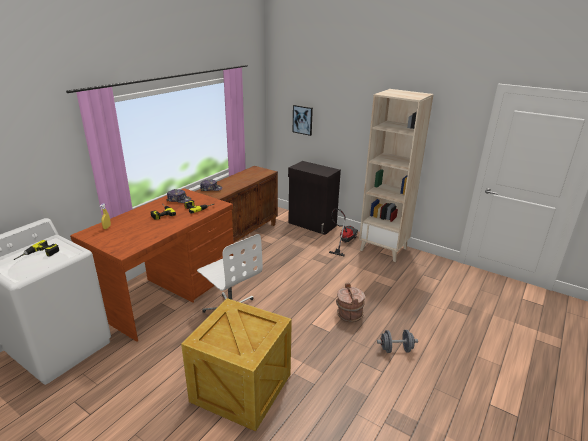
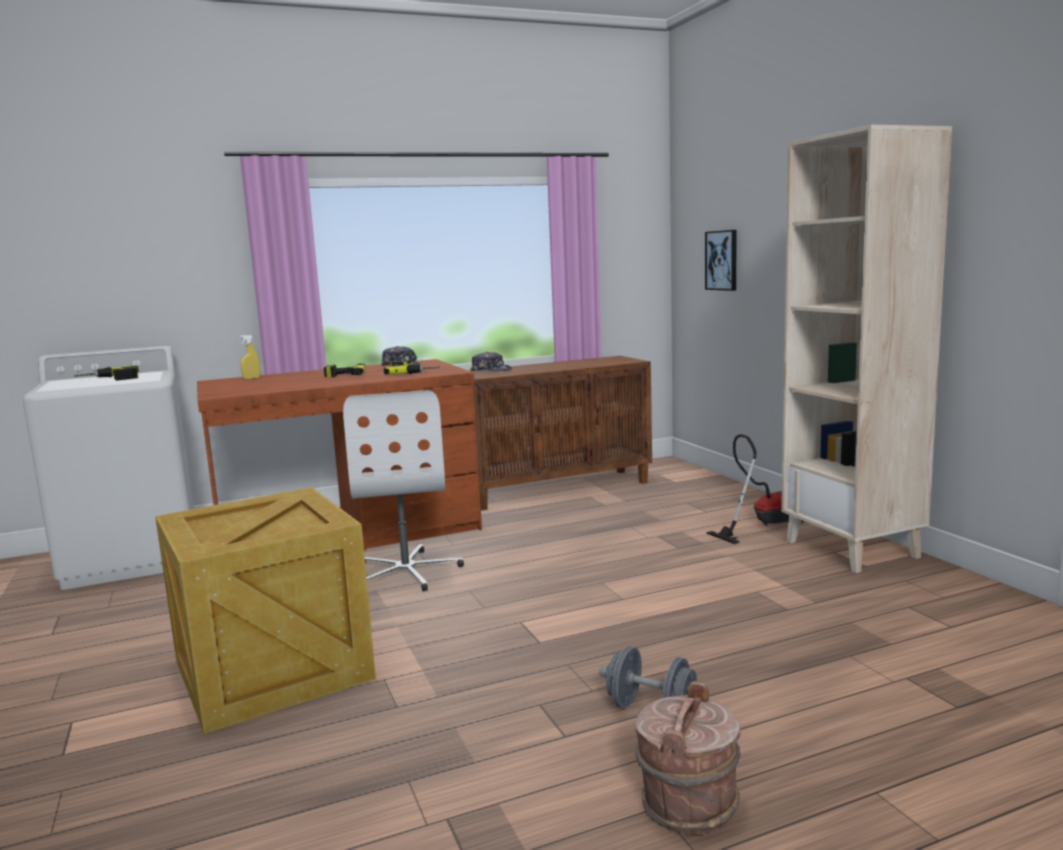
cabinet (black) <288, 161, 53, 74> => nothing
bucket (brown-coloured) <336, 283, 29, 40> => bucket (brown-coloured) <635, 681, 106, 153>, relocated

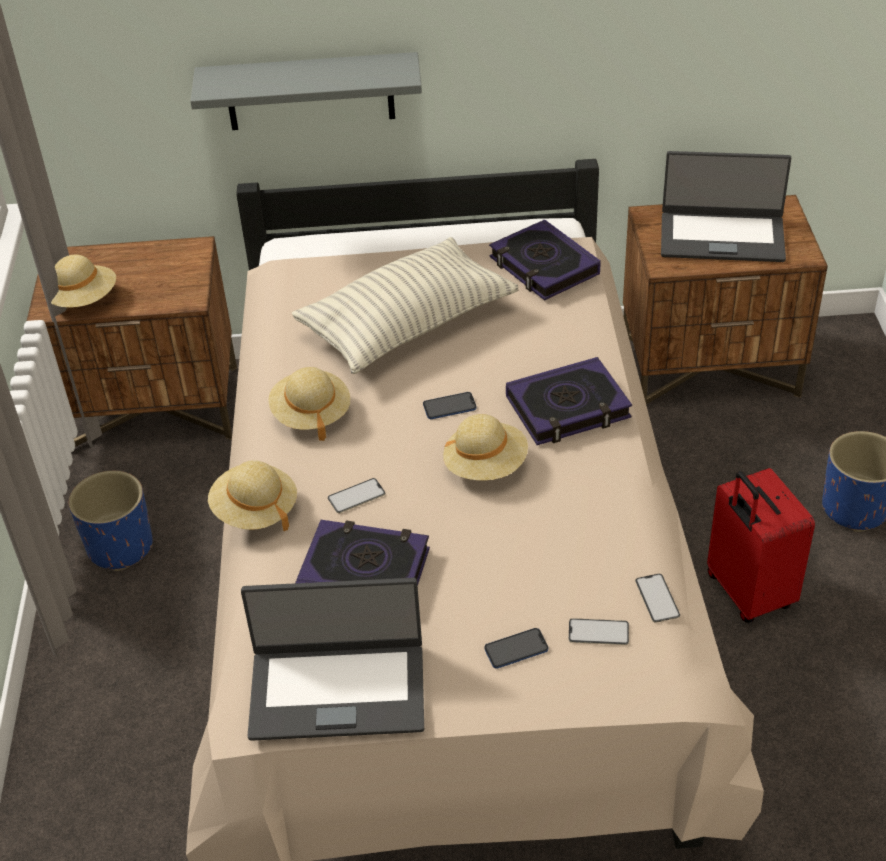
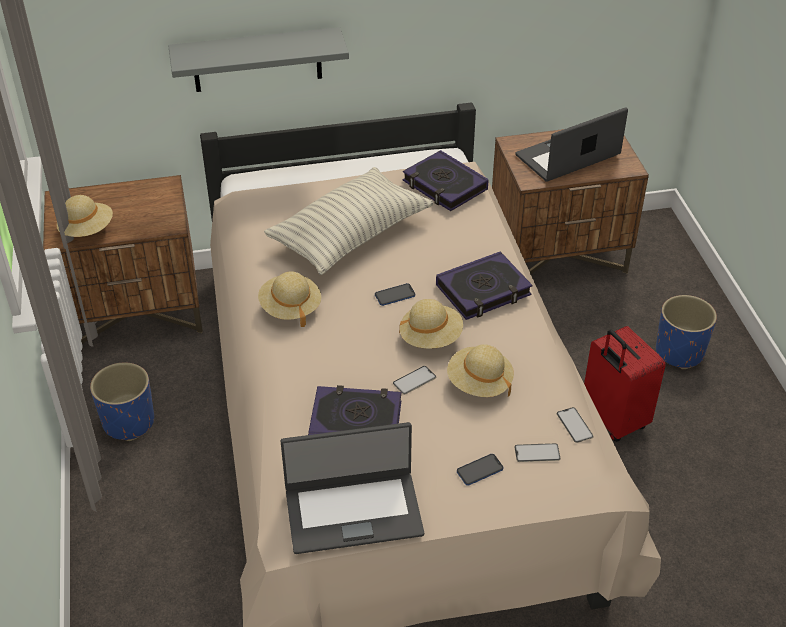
wearable hat (sand-coloured) <208, 460, 89, 71> => wearable hat (sand-coloured) <447, 344, 67, 53>, relocated
handset <328, 478, 57, 35> => handset <393, 366, 43, 29>, relocated
portable computer <661, 151, 130, 111> => portable computer <515, 107, 113, 75>, 150 degrees clockwise

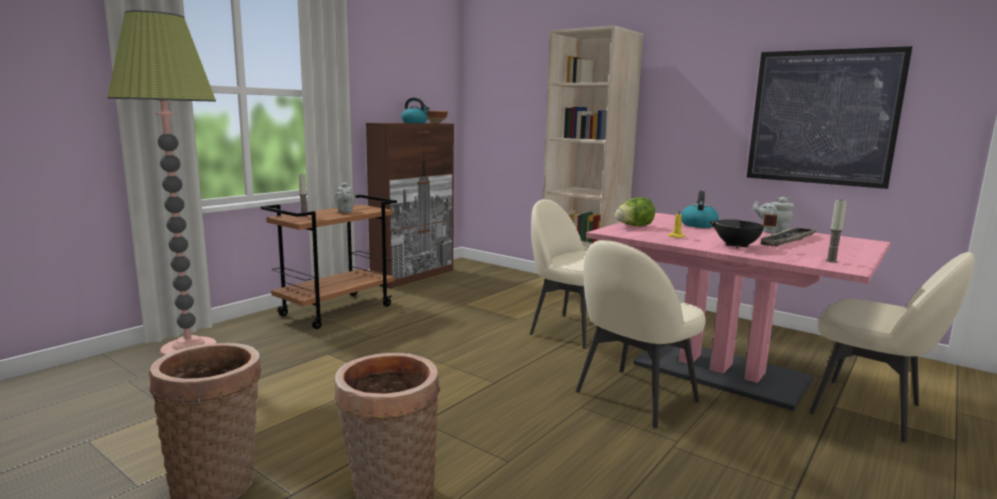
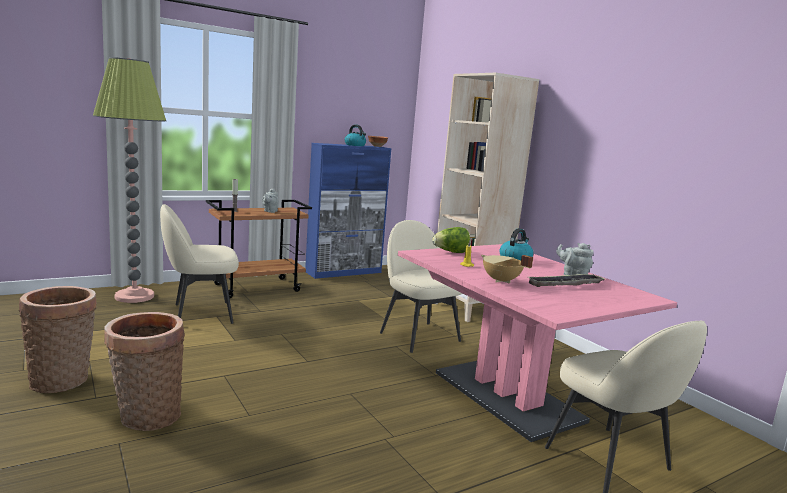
cabinet (brown-coloured) <366, 123, 88, 165> => cabinet (bluish) <305, 143, 86, 136>
plain chair (sand-coloured) <576, 240, 130, 188> => plain chair (sand-coloured) <160, 204, 79, 120>, relocated
saucepot (black) <709, 214, 68, 34> => saucepot (sand-coloured) <481, 255, 52, 28>
wall picture <747, 46, 165, 143> => nothing
wax candle <826, 199, 21, 64> => nothing

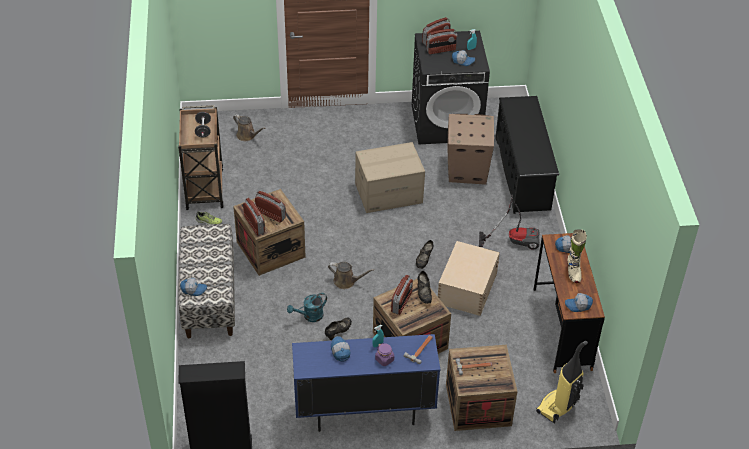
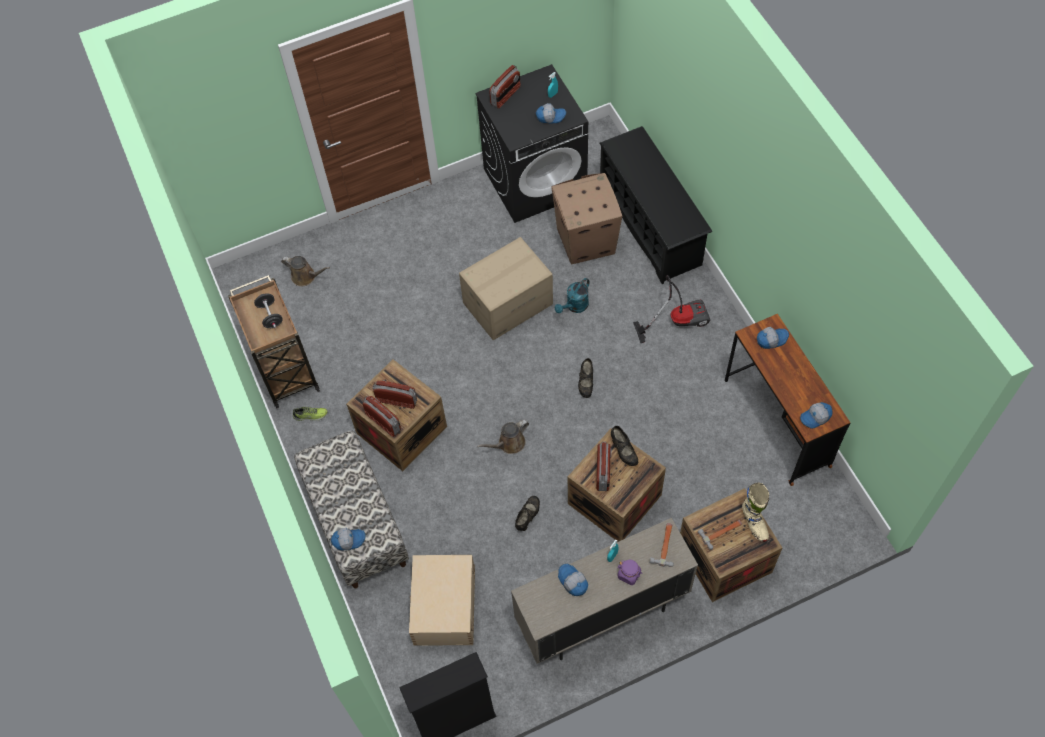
watering can (turquoise-coloured) <287, 293, 40, 29> => watering can (turquoise-coloured) <555, 278, 35, 35>, relocated
cabinet (bluish) <292, 334, 148, 98> => cabinet (sand-coloured) <511, 518, 187, 146>
watering can (brown-coloured) <328, 262, 46, 27> => watering can (brown-coloured) <477, 420, 52, 34>, 150 degrees clockwise
radio receiver <426, 29, 31, 25> => nothing
storage container (sand-coloured) <438, 241, 62, 75> => storage container (sand-coloured) <409, 555, 66, 91>, relocated
vacuum <536, 341, 52, 82> => nothing
boot (sand-coloured) <567, 229, 20, 54> => boot (sand-coloured) <742, 483, 27, 59>, relocated

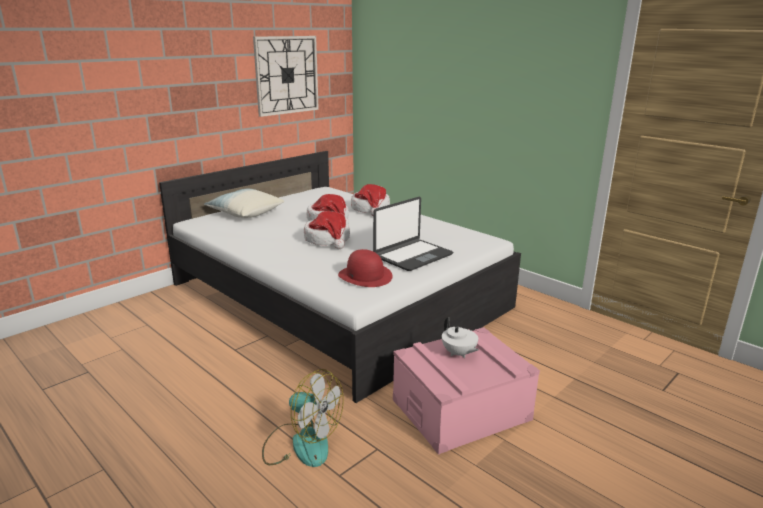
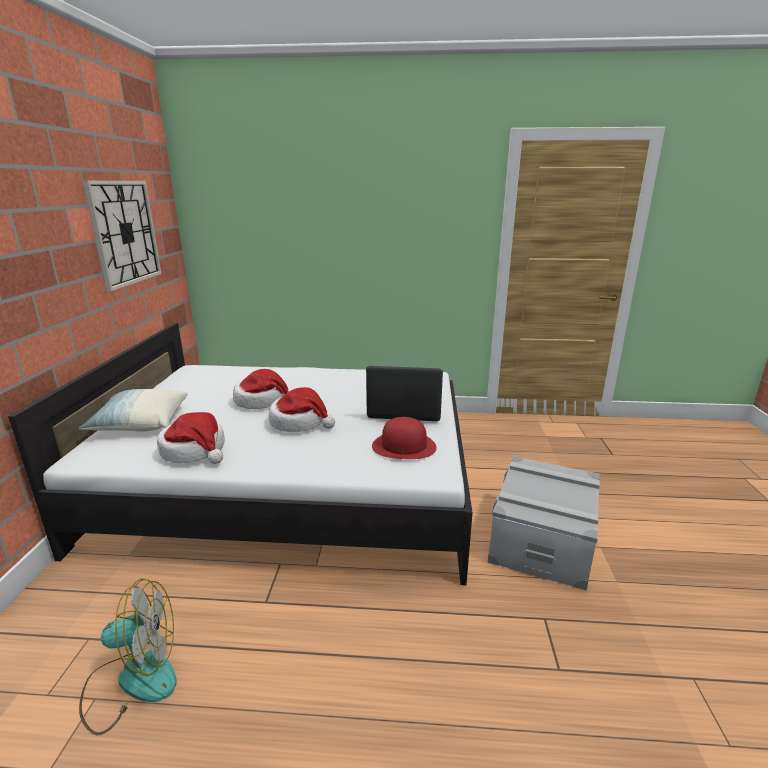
fan <262, 369, 82, 98> => fan <79, 579, 98, 156>, relocated
wearable hat <351, 184, 39, 32> => wearable hat <157, 412, 68, 52>, relocated
portable computer <373, 197, 80, 74> => portable computer <366, 366, 77, 55>, 90 degrees counterclockwise
storage container (pinkish) <393, 327, 147, 128> => storage container (greyish) <488, 455, 112, 136>
tea pot (white-coloured) <442, 317, 37, 41> => nothing

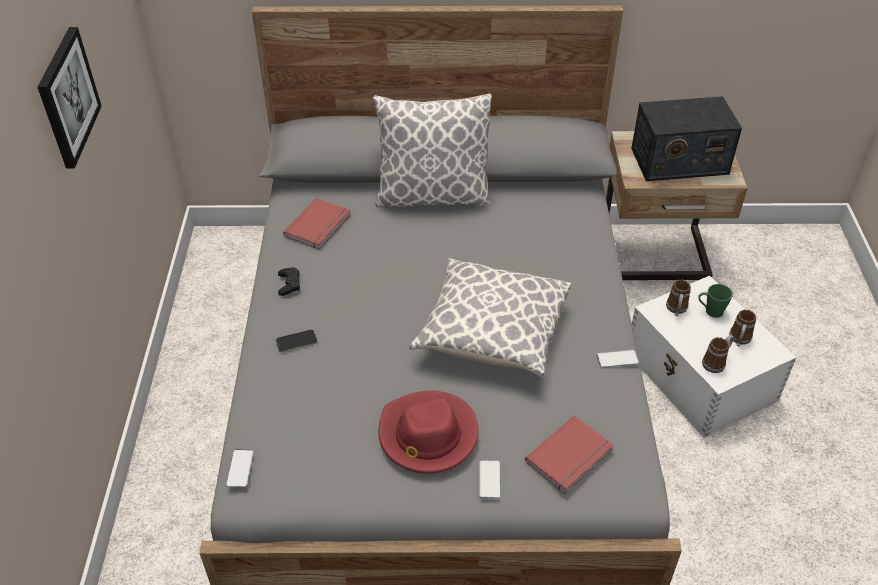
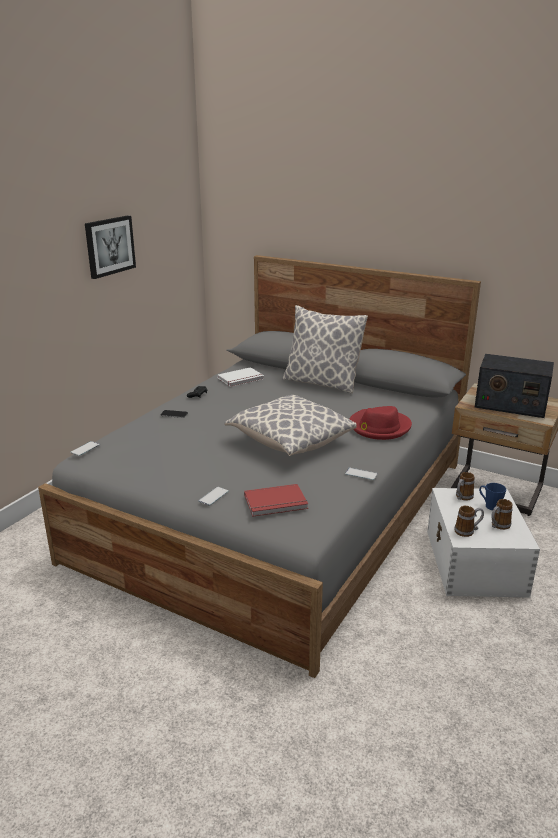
bound book (red-coloured) <283, 198, 68, 51> => bound book (white-coloured) <217, 367, 47, 20>
wearable hat (red-coloured) <378, 391, 101, 82> => wearable hat (red-coloured) <349, 406, 63, 34>, relocated
coffee mug (green) <698, 284, 35, 34> => coffee mug (bluish) <479, 483, 27, 27>

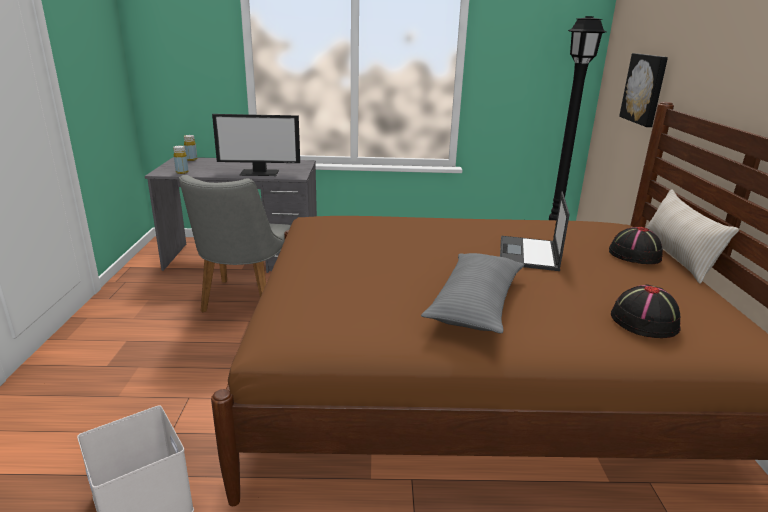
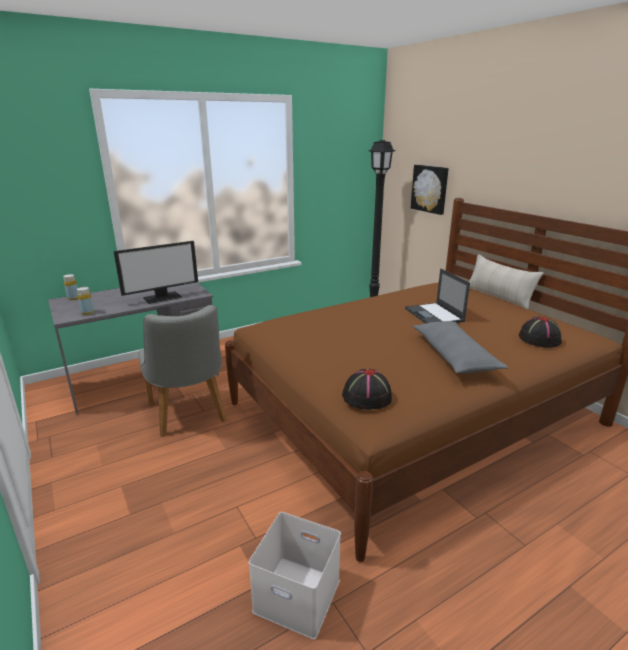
wearable hat (black) <609, 227, 54, 37> => wearable hat (black) <342, 369, 50, 41>, relocated

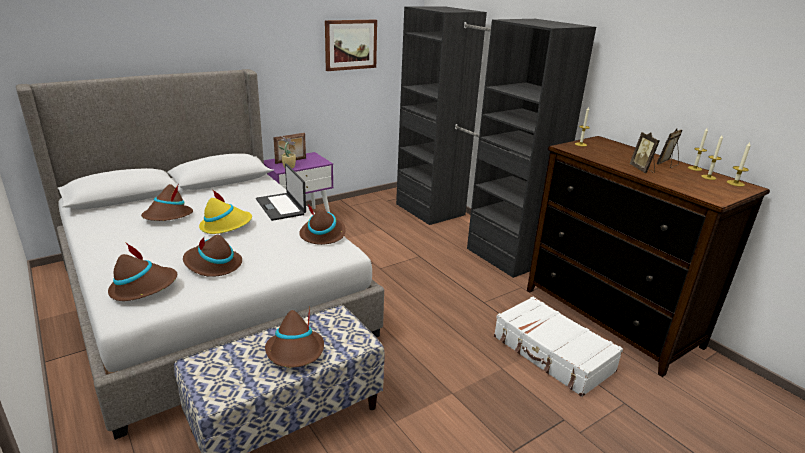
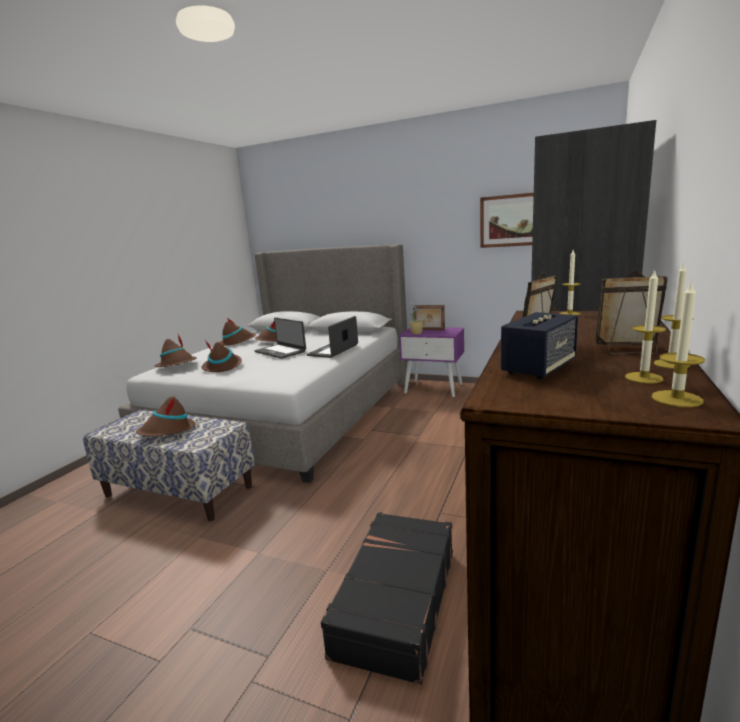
wearable hat (yellow) <199, 189, 53, 45> => portable computer <254, 318, 52, 41>
wearable hat (brown-coloured) <299, 203, 47, 42> => wearable hat (brown-coloured) <219, 318, 37, 28>, relocated
piece of luggage (white-coloured) <494, 297, 129, 100> => piece of luggage (black) <321, 512, 132, 173>
nothing => loudspeaker <501, 312, 77, 67>

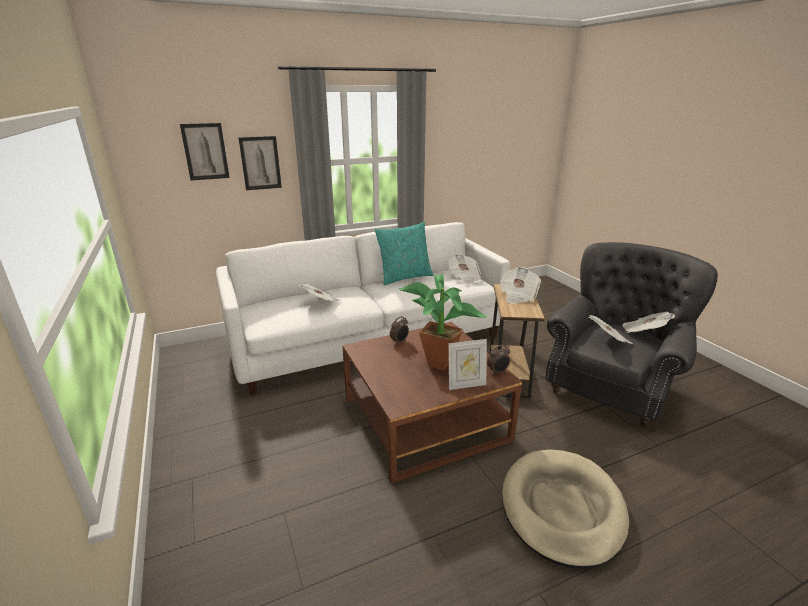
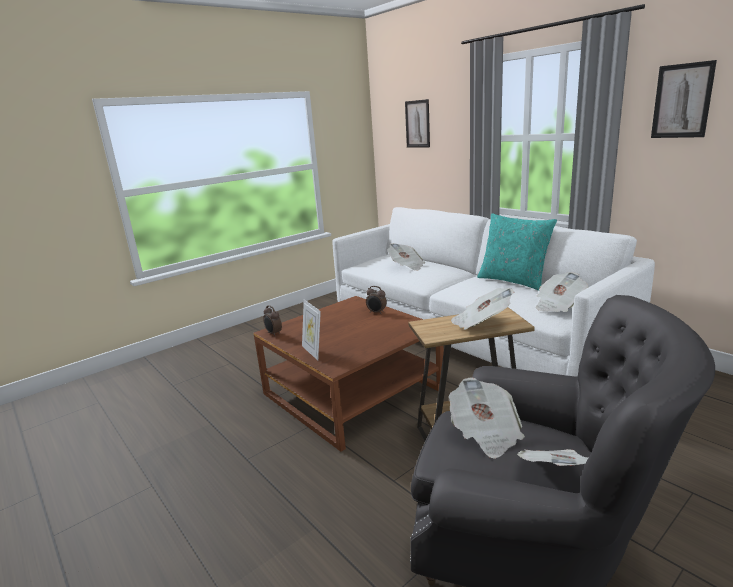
wall picture <238, 136, 44, 54> => wall picture <651, 60, 66, 78>, relocated
plant in a pot <399, 273, 88, 98> => nothing
bedside clock <487, 345, 23, 30> => bedside clock <263, 305, 19, 31>, relocated
dog bed (sand-coloured) <502, 449, 127, 120> => nothing

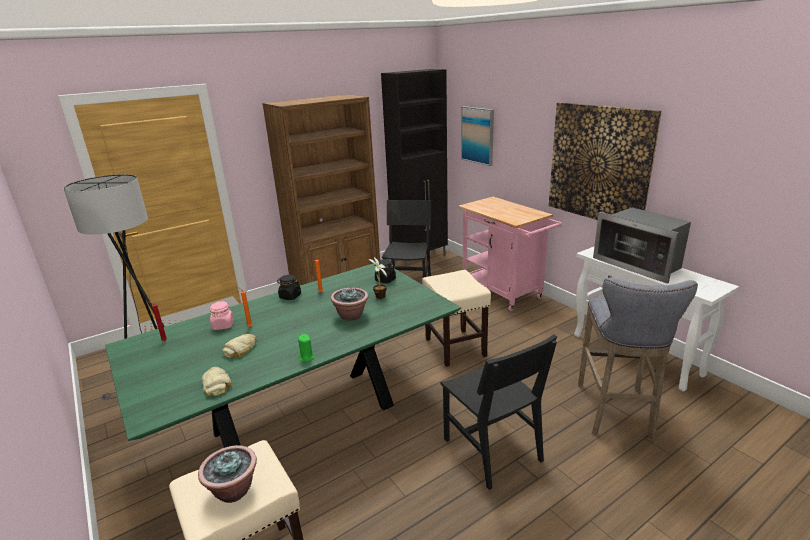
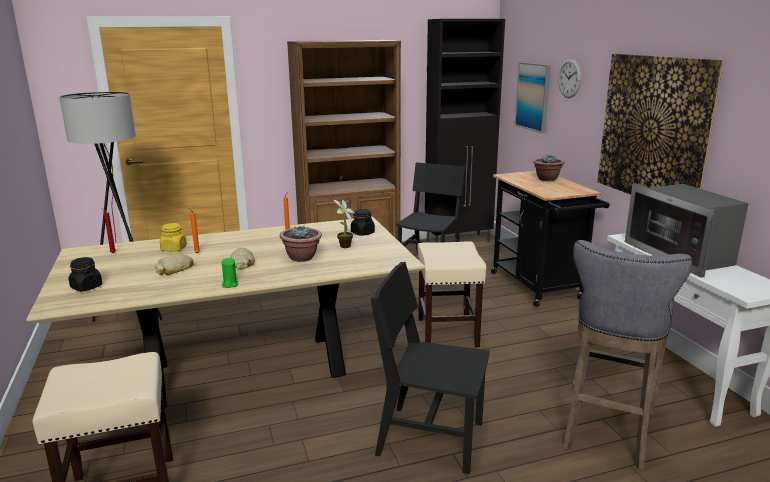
dinner table (green) <105, 263, 356, 185> => dinner table (sand-coloured) <26, 217, 399, 191>
plant in a pot <198, 445, 59, 58> => plant in a pot <533, 154, 31, 27>, relocated
bakery bread <202, 367, 30, 29> => bakery bread <231, 248, 24, 21>, relocated
storage jar (pinkish) <210, 301, 24, 29> => storage jar (yellow) <160, 223, 27, 28>
storage jar (black) <277, 275, 24, 25> => storage jar (black) <69, 257, 33, 35>, relocated
plain chair (black) <440, 335, 117, 155> => plain chair (black) <371, 262, 119, 212>, 120 degrees clockwise
cart (pinkish) <458, 197, 104, 114> => cart (black) <491, 171, 119, 136>
nothing => wall clock <558, 59, 24, 39>

